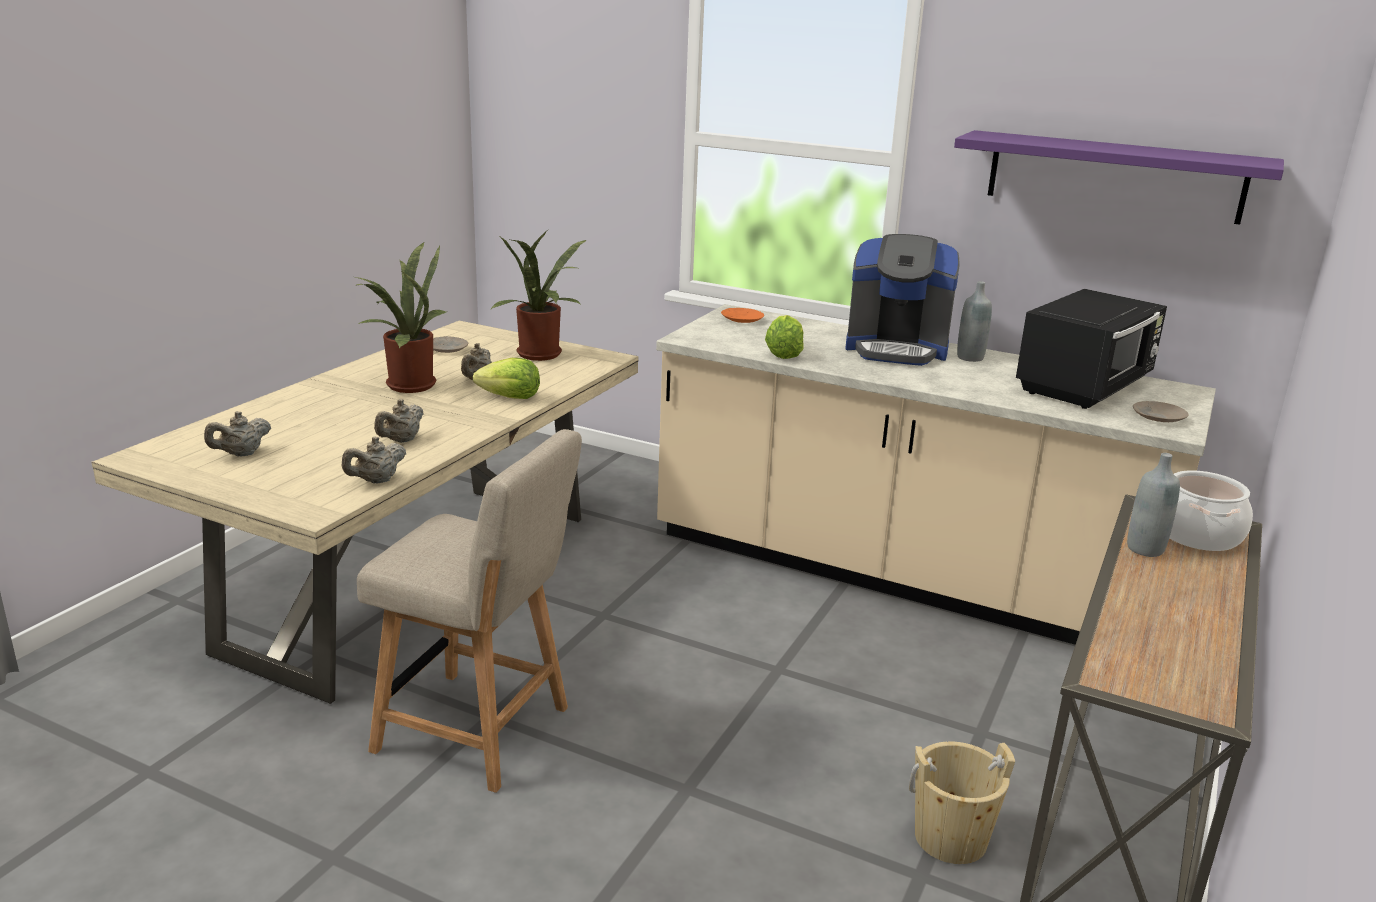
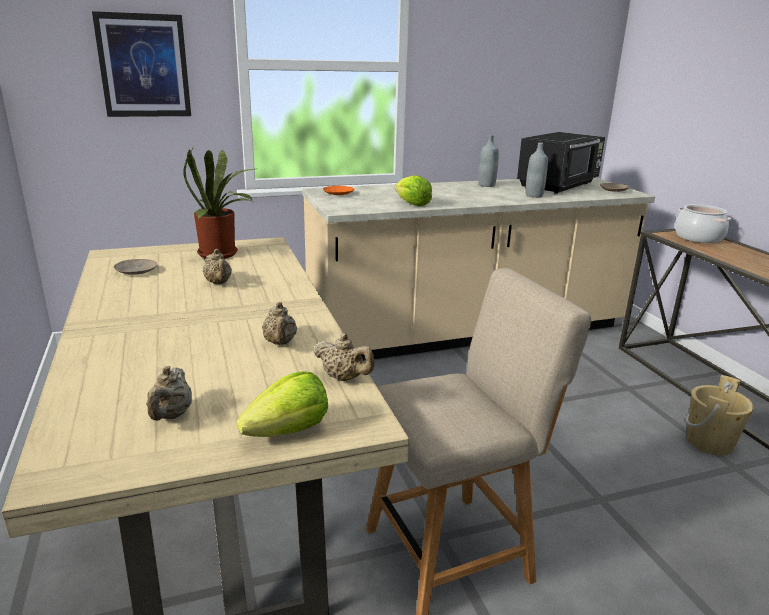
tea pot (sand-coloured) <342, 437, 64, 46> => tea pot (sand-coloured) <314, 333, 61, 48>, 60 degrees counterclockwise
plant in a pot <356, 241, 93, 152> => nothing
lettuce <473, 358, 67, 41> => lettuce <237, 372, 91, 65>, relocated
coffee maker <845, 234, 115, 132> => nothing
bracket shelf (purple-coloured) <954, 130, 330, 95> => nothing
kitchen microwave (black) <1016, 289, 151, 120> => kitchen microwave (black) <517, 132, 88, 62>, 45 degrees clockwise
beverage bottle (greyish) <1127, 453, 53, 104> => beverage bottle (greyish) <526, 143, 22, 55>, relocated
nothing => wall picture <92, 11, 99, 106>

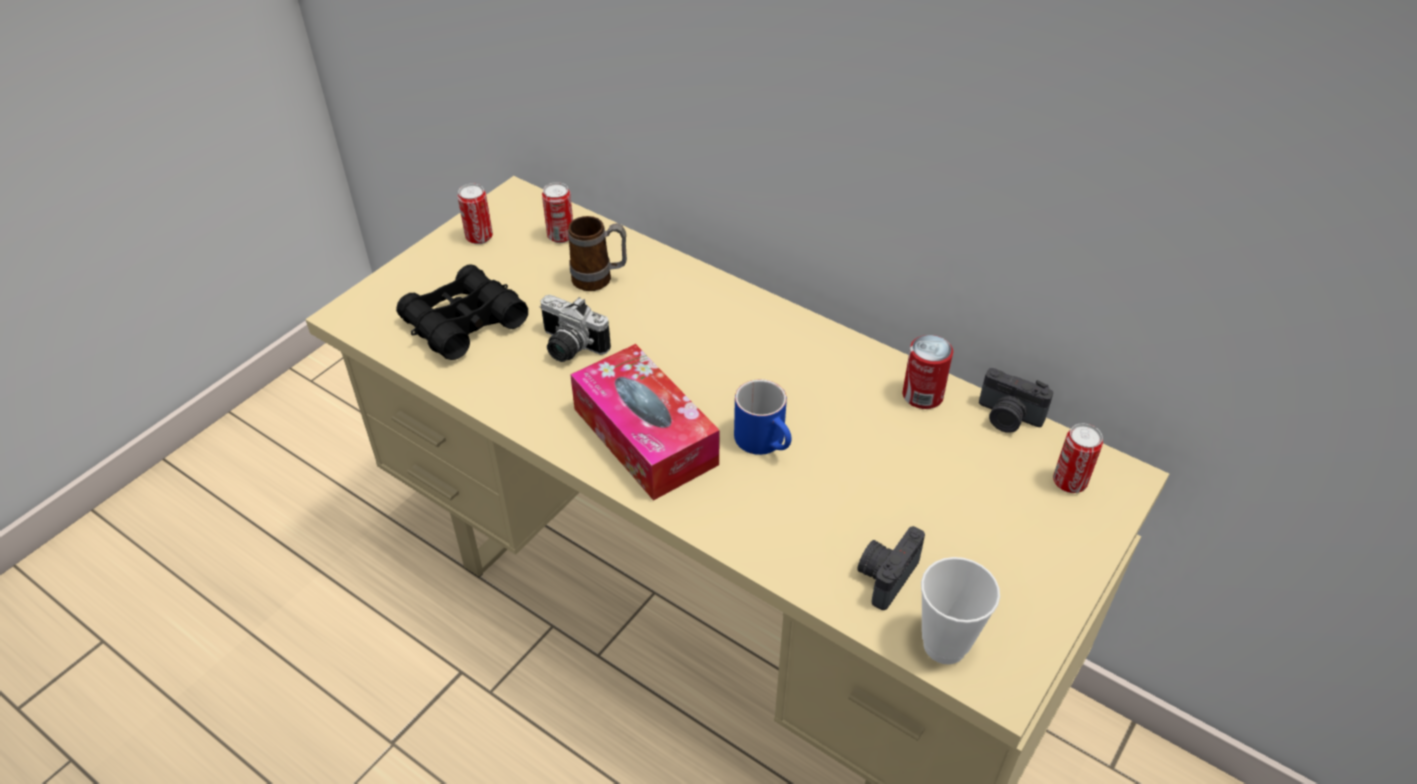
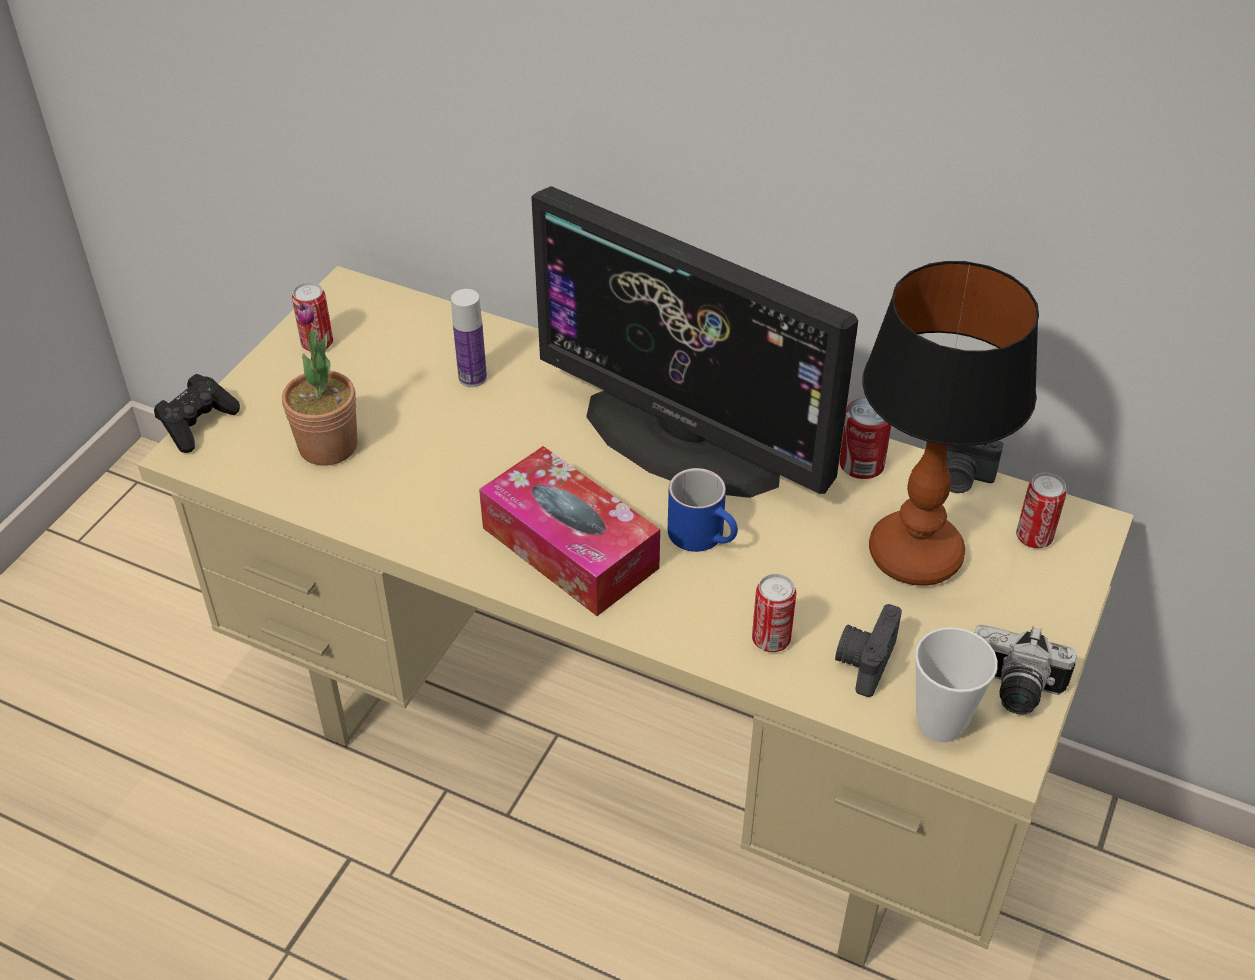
pair of binoculars (black) <396, 264, 132, 96> => plant in a pot <282, 302, 75, 164>
photo camera <540, 295, 71, 67> => photo camera <974, 624, 103, 90>, relocated
can <542, 182, 31, 61> => can <752, 574, 45, 78>, relocated
coffee mug <568, 216, 59, 75> => beverage bottle <451, 289, 36, 98>
nothing => game controller (black) <154, 374, 86, 79>
nothing => monitor <531, 186, 327, 312>
nothing => table lamp <862, 261, 177, 325>

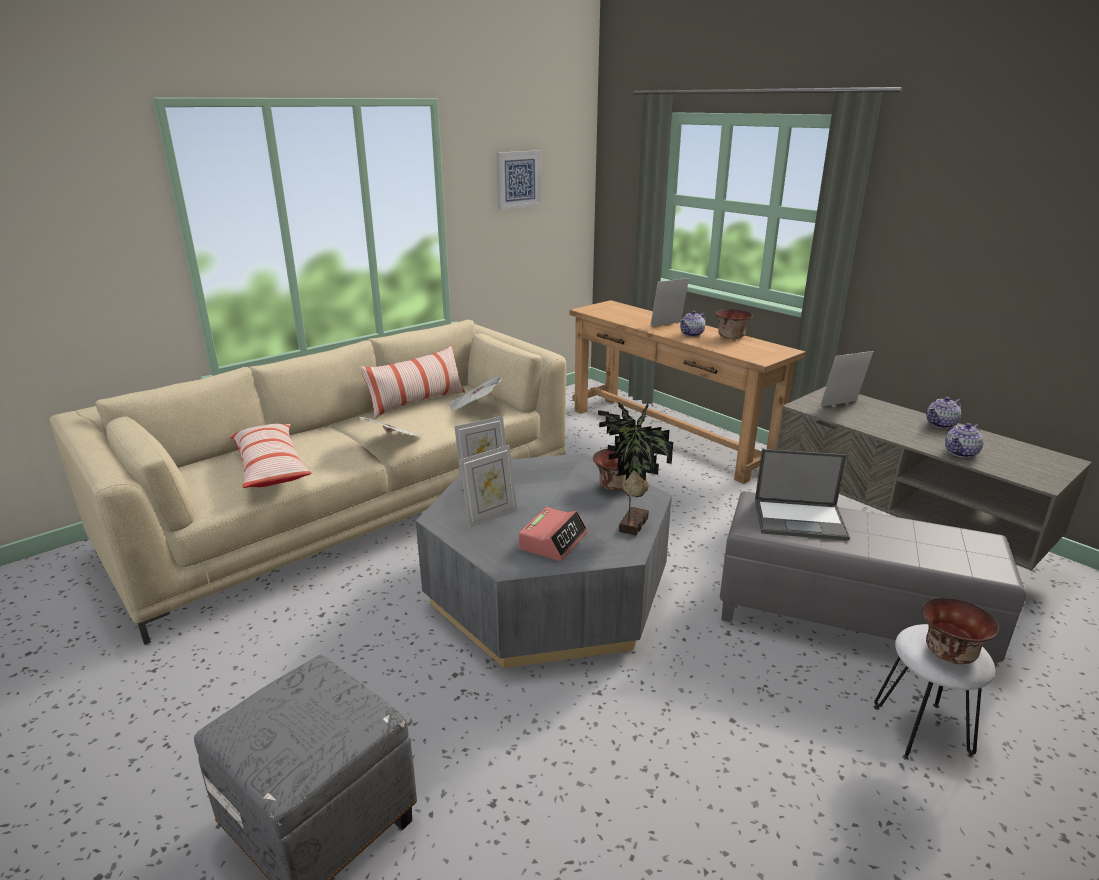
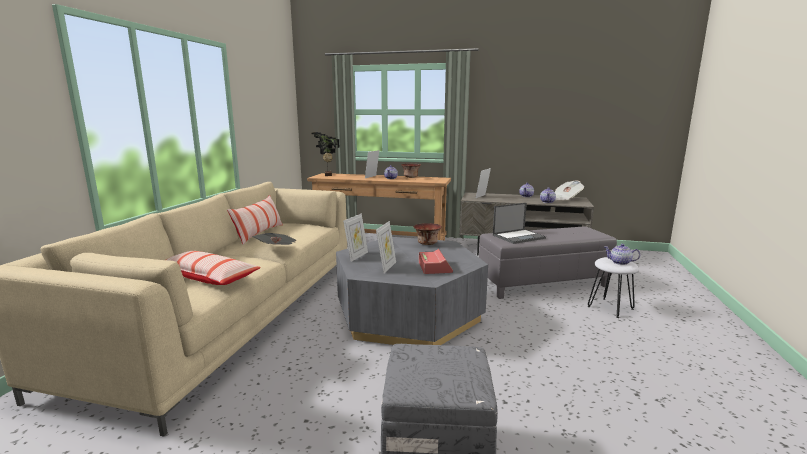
printed paper <449, 376, 53, 36> => printed paper <555, 180, 29, 20>, relocated
wall picture <496, 150, 45, 60> => nothing
plant in a pot <598, 403, 75, 133> => plant in a pot <311, 132, 28, 44>, relocated
deep dish <922, 598, 77, 66> => tea pot <604, 244, 36, 21>

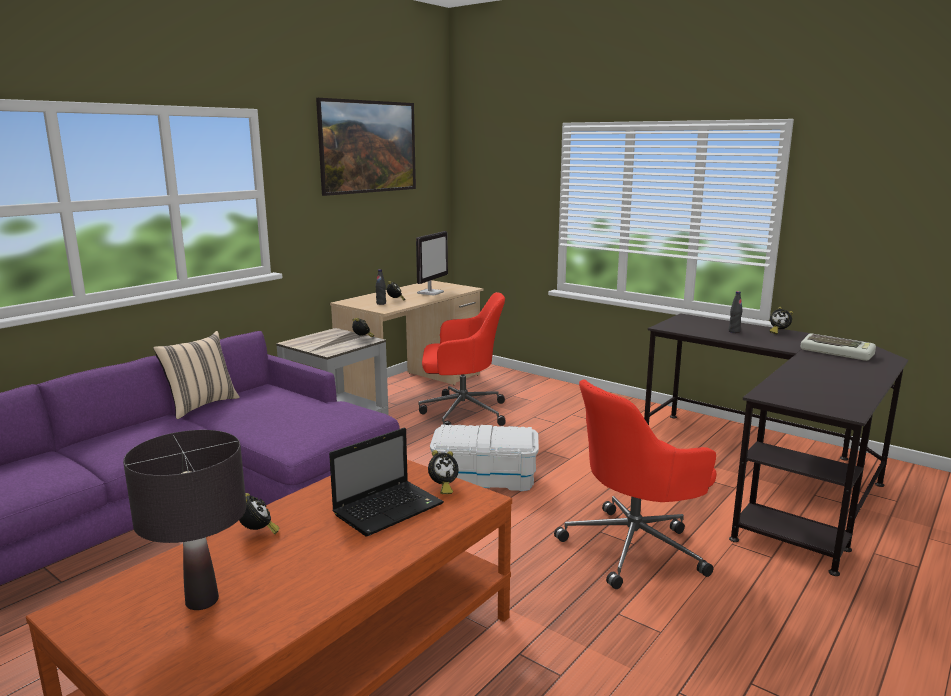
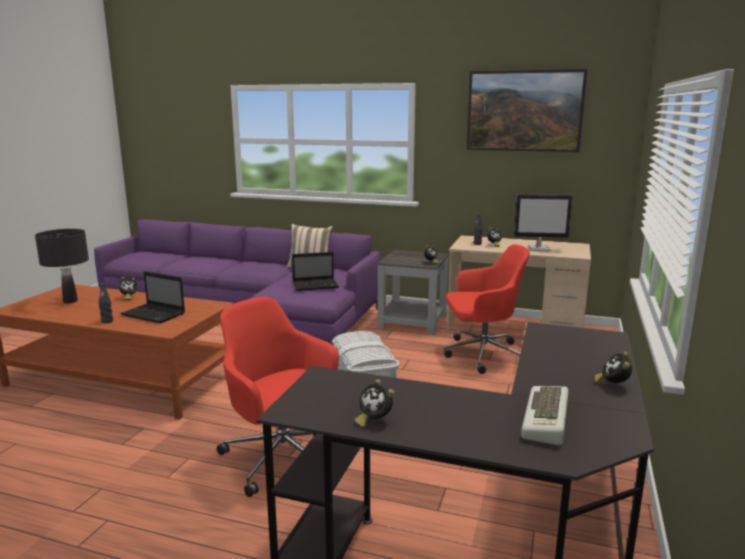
computer chair (red-coloured) <418, 292, 88, 134> => computer chair (red-coloured) <444, 244, 86, 130>, 75 degrees counterclockwise
bedside clock <428, 450, 31, 44> => bedside clock <354, 379, 41, 49>, relocated
beverage bottle (black) <729, 291, 14, 42> => beverage bottle (black) <99, 284, 14, 39>, relocated
nothing => portable computer <292, 252, 47, 39>

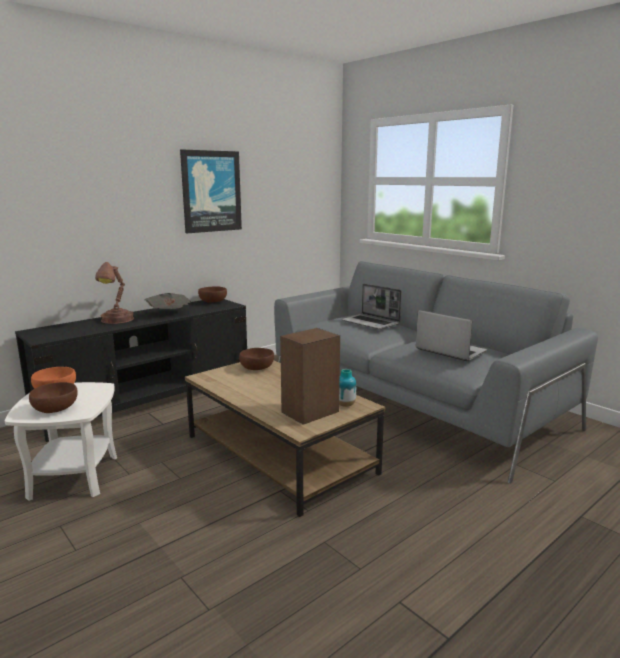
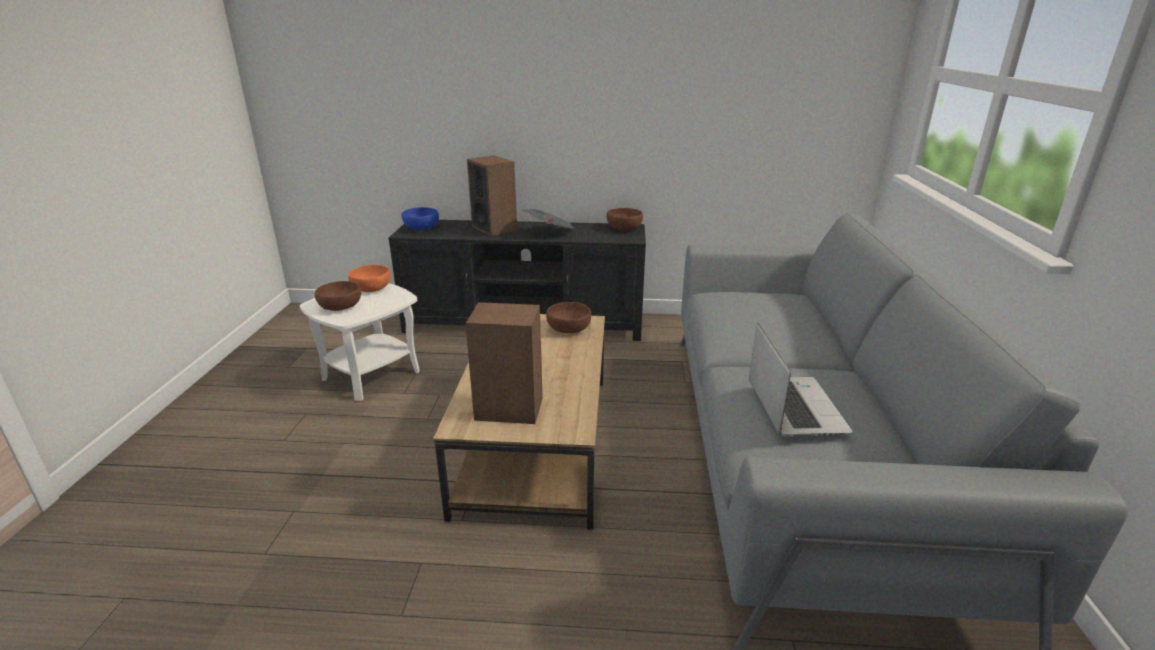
table lamp (brown-coloured) <95, 262, 39, 62> => loudspeaker <467, 155, 50, 81>
wall picture <180, 149, 62, 84> => nothing
flower vase <339, 369, 17, 38> => nothing
portable computer <342, 284, 60, 46> => nothing
nothing => deep dish (bluish) <402, 207, 37, 23>

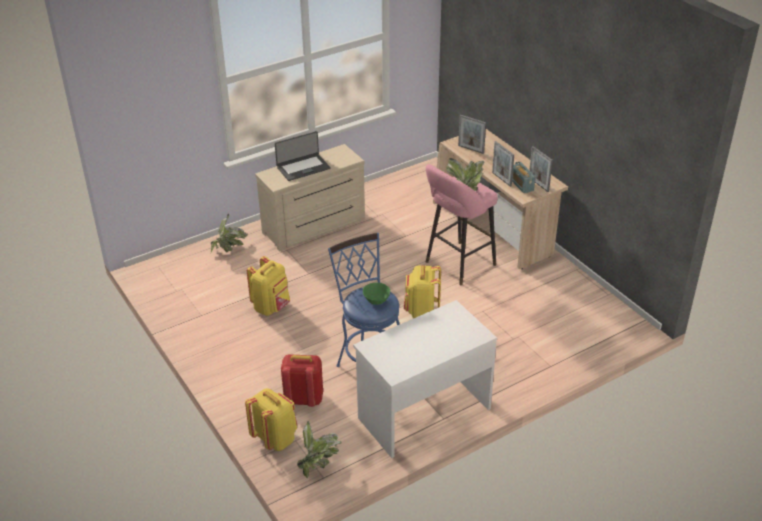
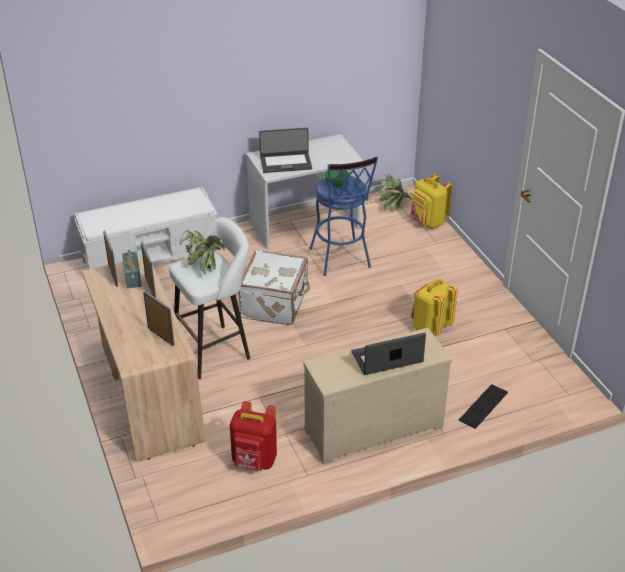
plant in a pot <210, 214, 38, 40> => keyboard <459, 384, 49, 45>
backpack (red-coloured) <281, 354, 42, 53> => backpack (red-coloured) <230, 401, 47, 70>, relocated
backpack (yellow) <404, 265, 37, 54> => piece of luggage (white-coloured) <238, 250, 72, 75>
stool seat (pinkish) <426, 164, 71, 121> => stool seat (white-coloured) <169, 217, 81, 162>
nothing => bench (white-coloured) <74, 187, 145, 82>
nothing => portable computer <259, 128, 53, 45>

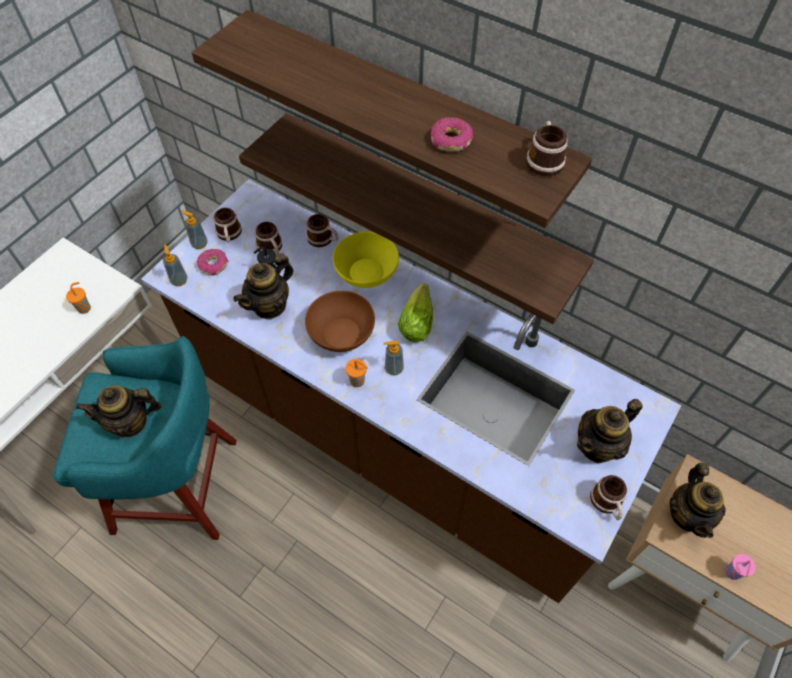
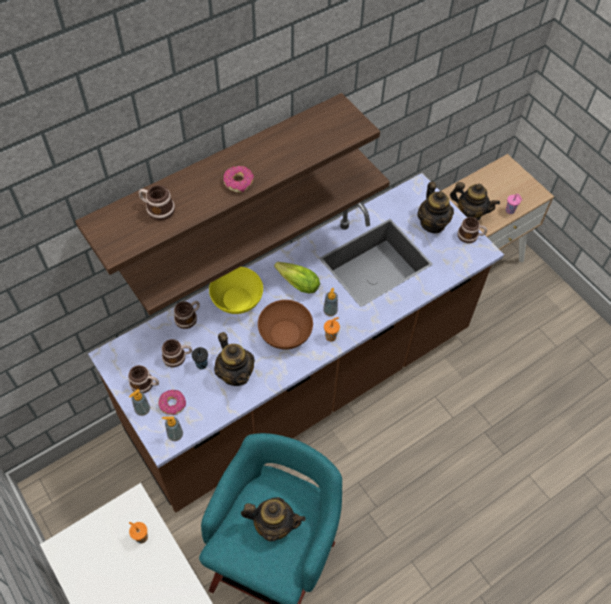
tea pot <76, 385, 86, 53> => tea pot <241, 497, 64, 45>, 90 degrees counterclockwise
doughnut <431, 117, 42, 35> => doughnut <224, 166, 30, 27>, relocated
coffee mug <526, 121, 42, 55> => coffee mug <139, 185, 36, 36>, relocated

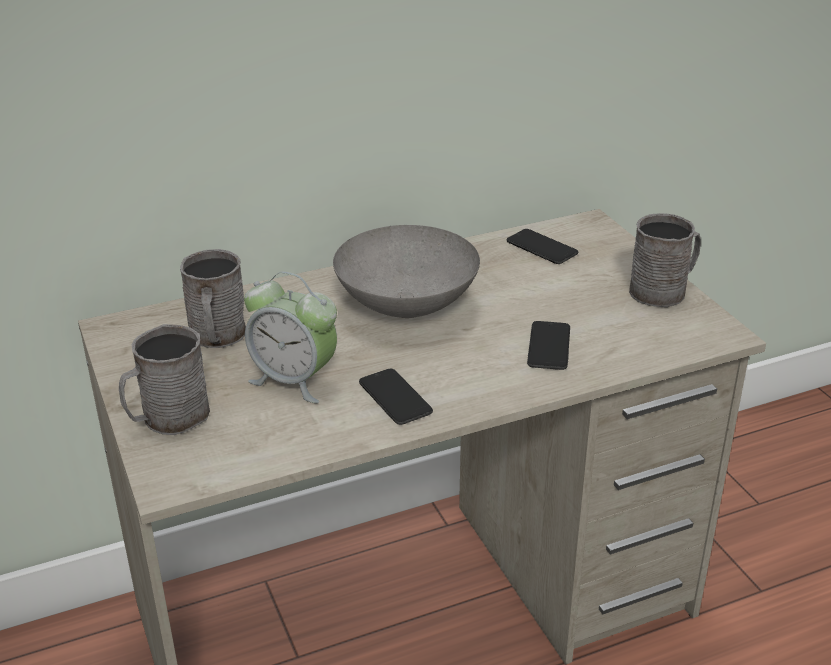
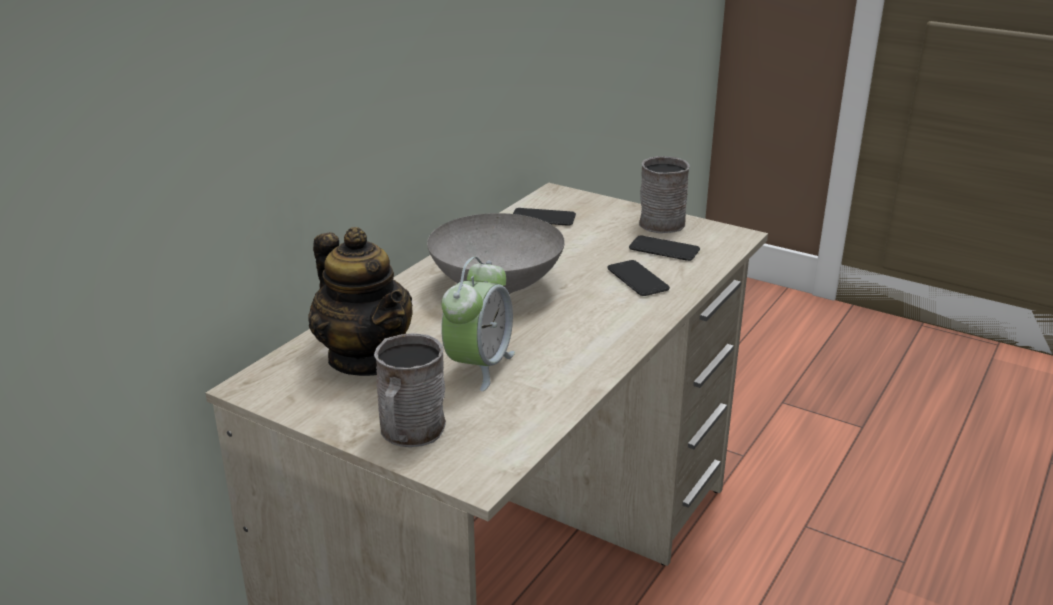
coffee mug (greyish) <180, 249, 66, 99> => tea pot <308, 227, 105, 149>
bedside clock <244, 272, 93, 132> => bedside clock <441, 257, 74, 134>, 60 degrees counterclockwise
handset <359, 369, 74, 56> => handset <629, 236, 71, 25>, relocated

